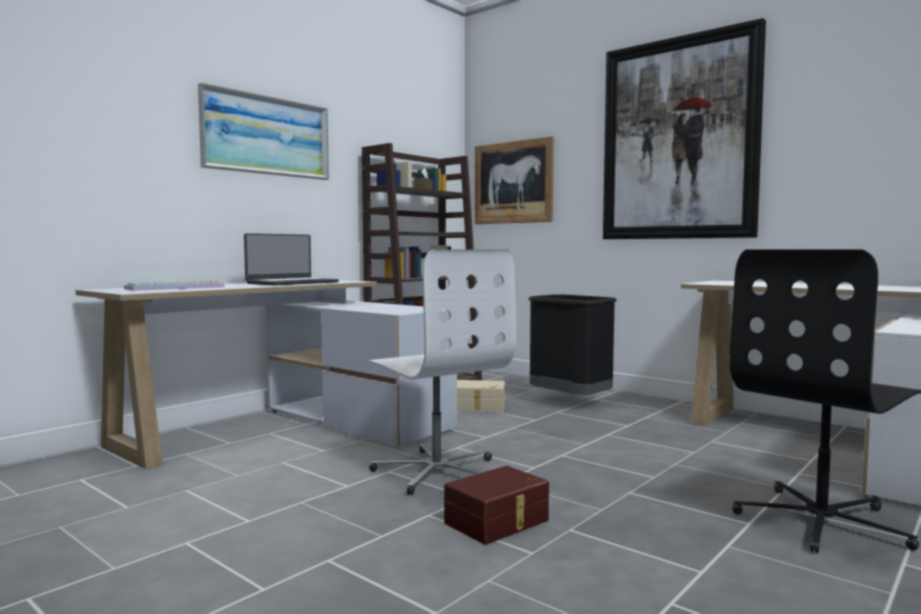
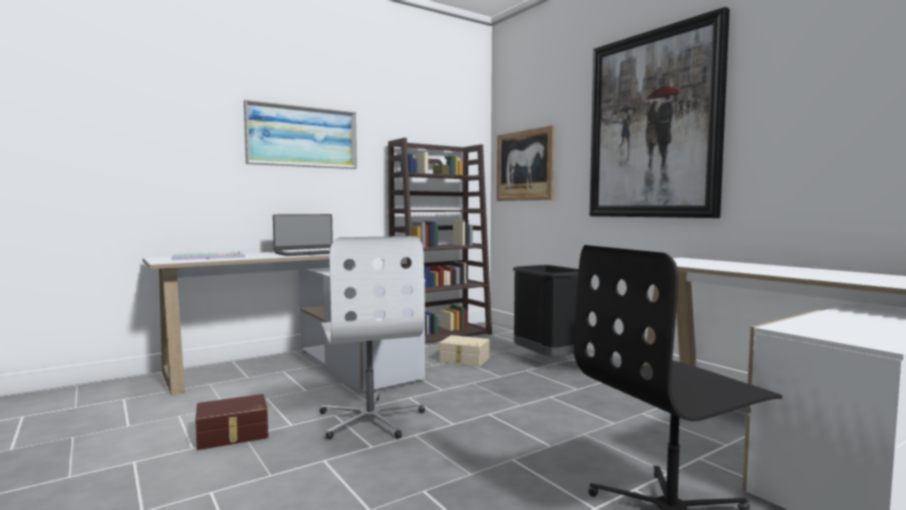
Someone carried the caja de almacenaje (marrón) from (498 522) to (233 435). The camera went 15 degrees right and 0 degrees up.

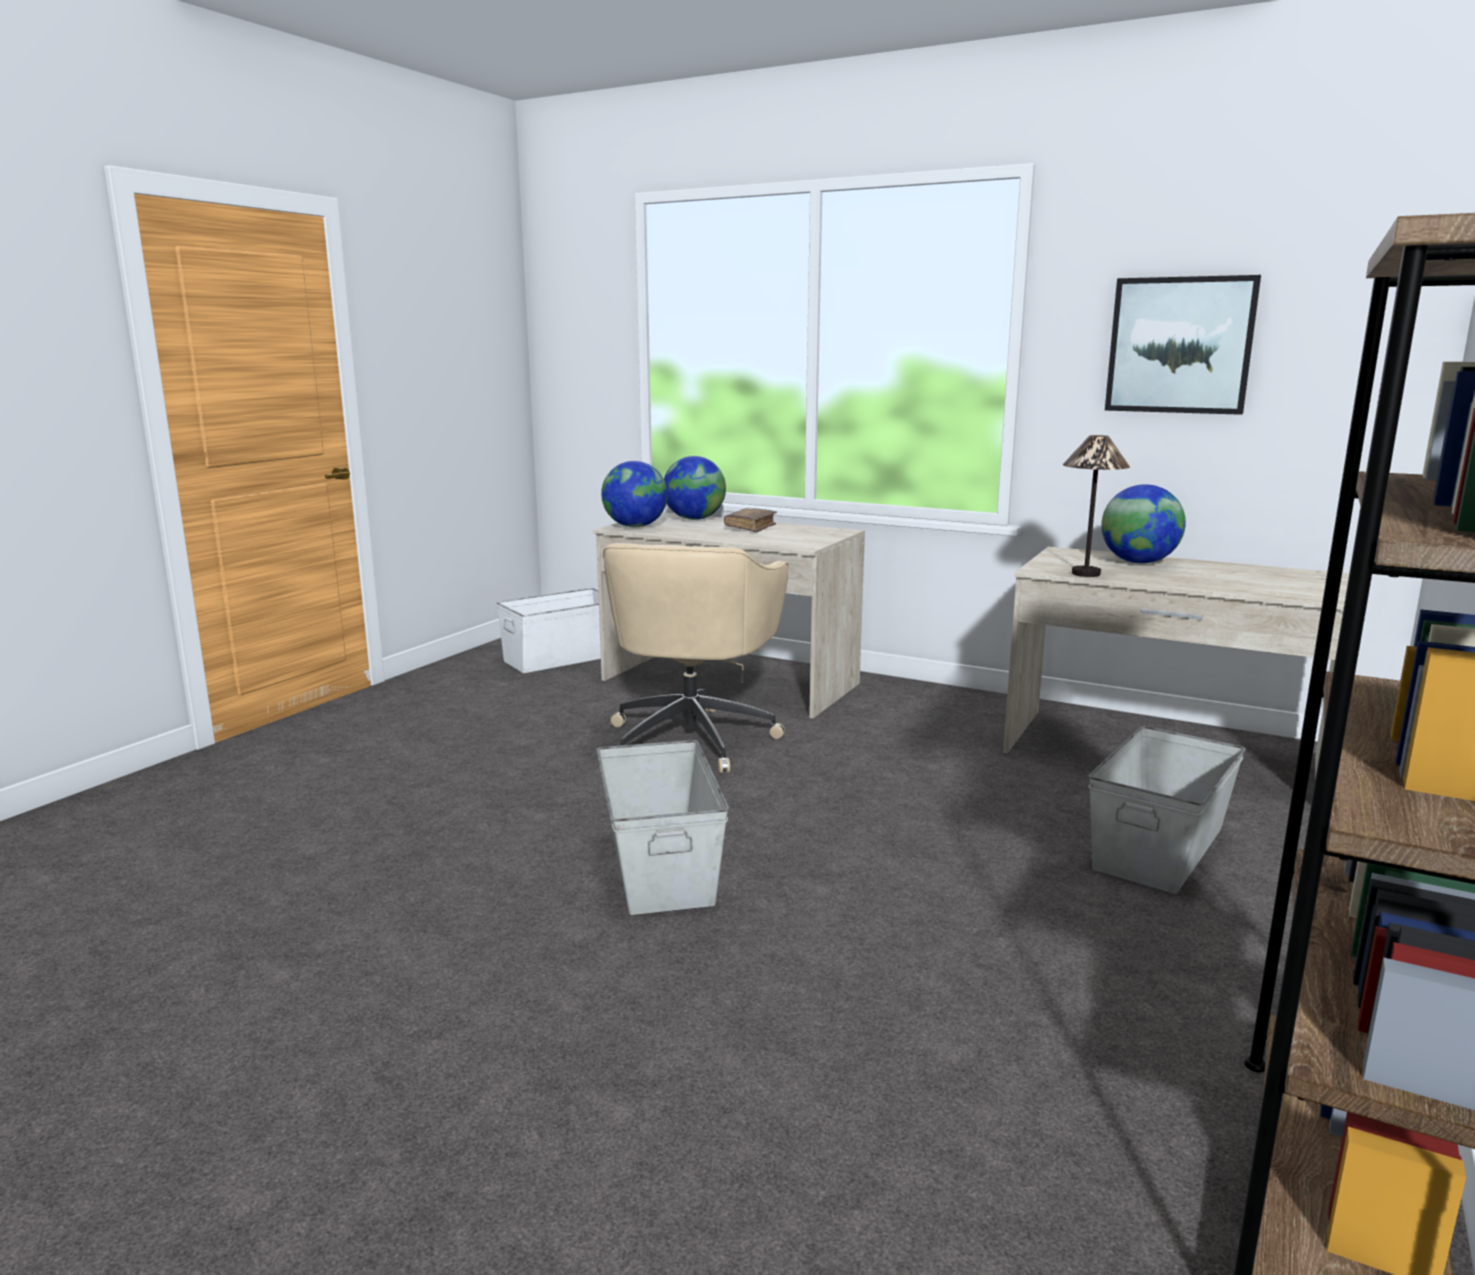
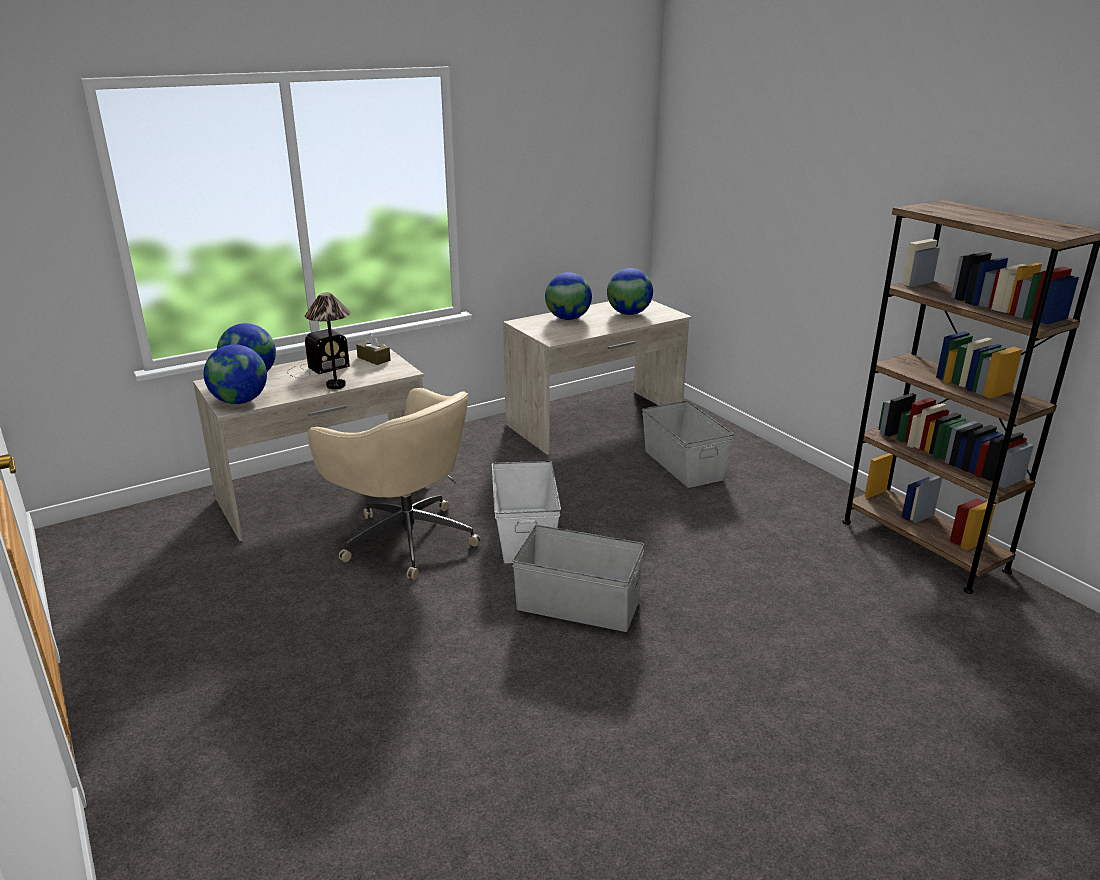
Someone took away the cuadro at (1180 345). Someone put down the caja de pañuelos (marrón) at (374 359). Someone put down the globo terráqueo at (629 313). Someone carried the caja de almacenaje (blanco) from (563 658) to (526 534). Someone carried the lámpara de mesa from (1085 574) to (335 385). Someone swapped the libro (marrón) at (750 527) for the radio at (315 369). The camera went 60 degrees left and 10 degrees up.

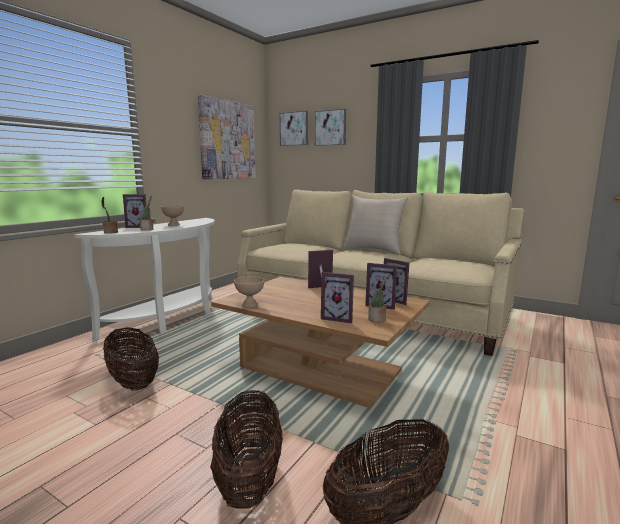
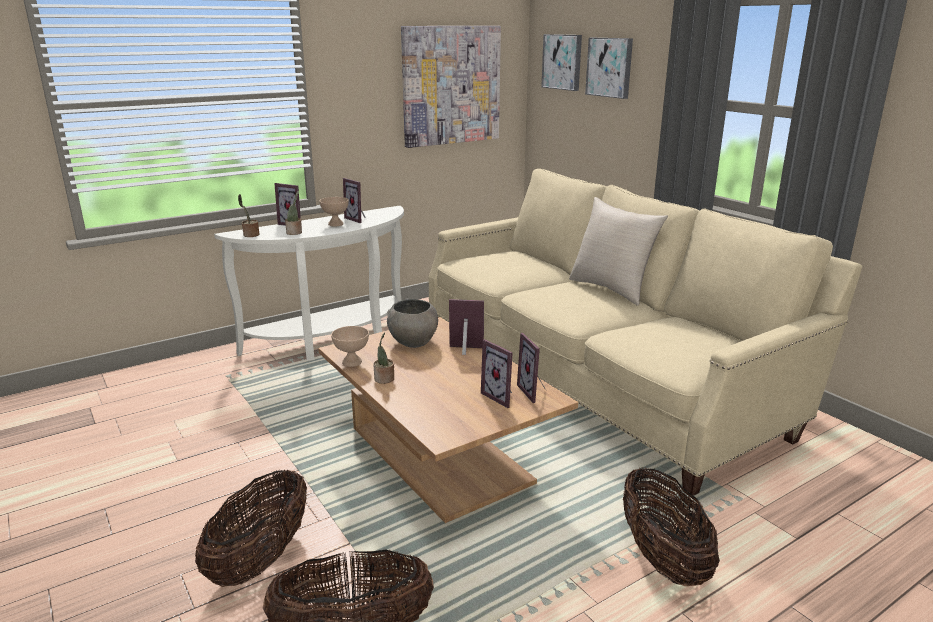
Someone put down the cuenco (gris) at (413 342). Someone carried the cesta from (133 382) to (662 558). Someone carried the portarretratos from (338 318) to (358 219). Someone carried the planta en maceta from (377 319) to (384 379). The camera went 25 degrees right and 10 degrees up.

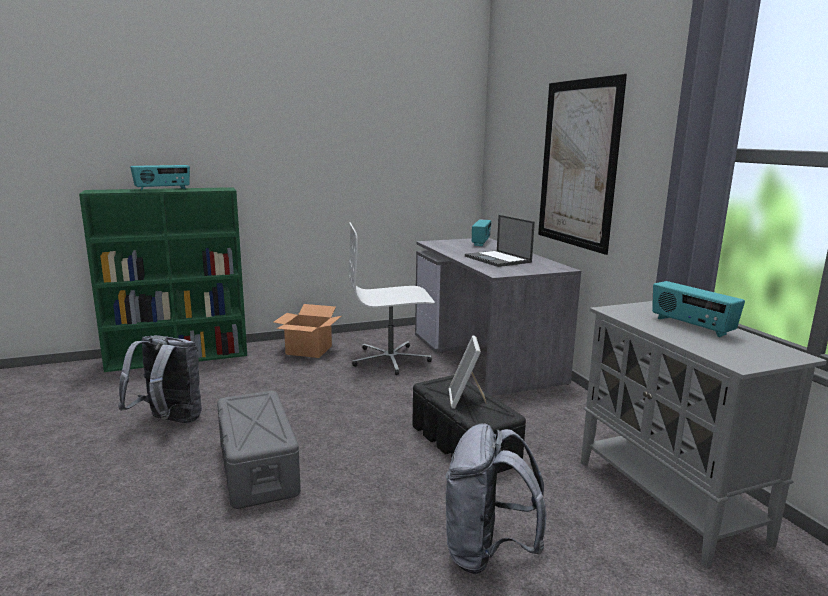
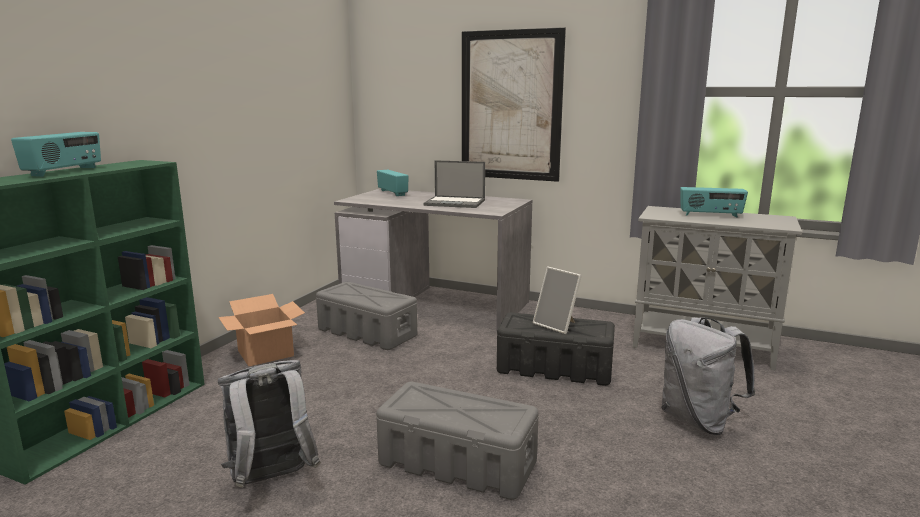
Someone swapped the silla de oficina (blanco) at (391 359) for the caja de almacenaje (gris) at (366 332). The camera went 45 degrees left and 0 degrees up.

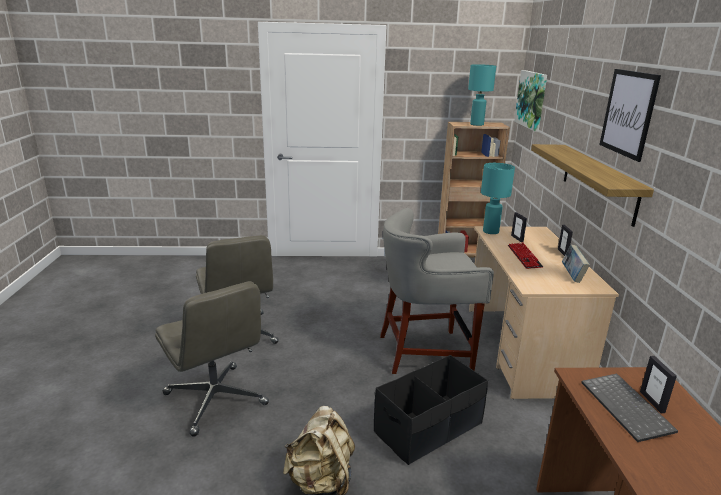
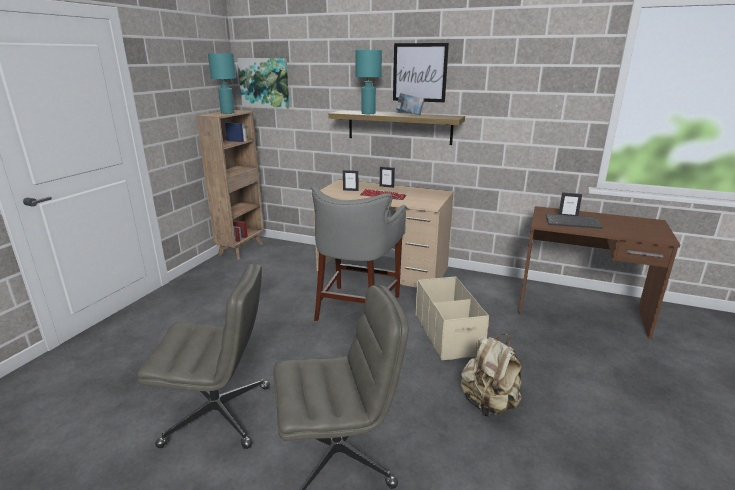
Someone carried the lámpara de mesa (turquesa) from (491 231) to (368 113). Someone carried the libro from (572 276) to (409 114). Someone repainted the caja de almacenaje (negro) at (429 428), which became the caja de almacenaje (beis) at (448 334). The camera went 65 degrees left and 0 degrees up.

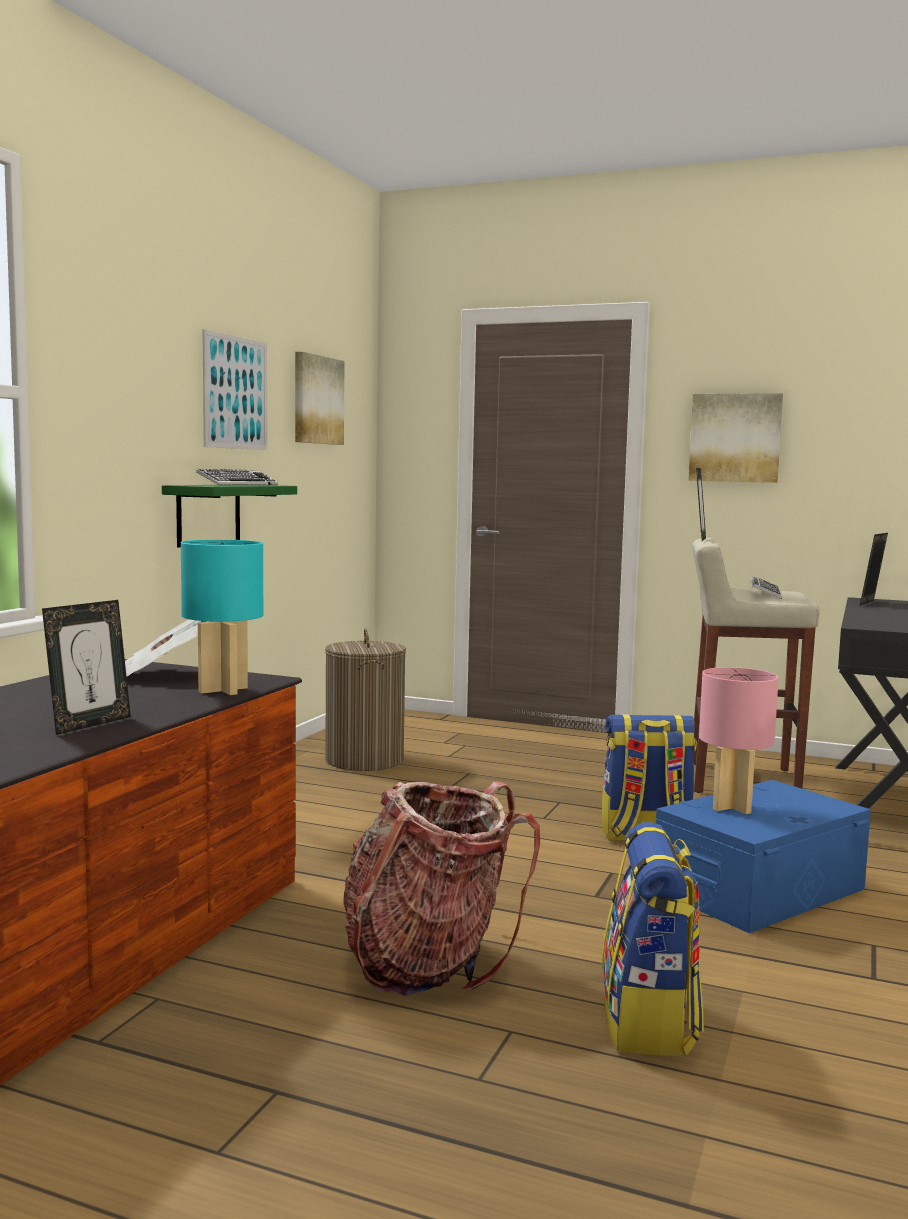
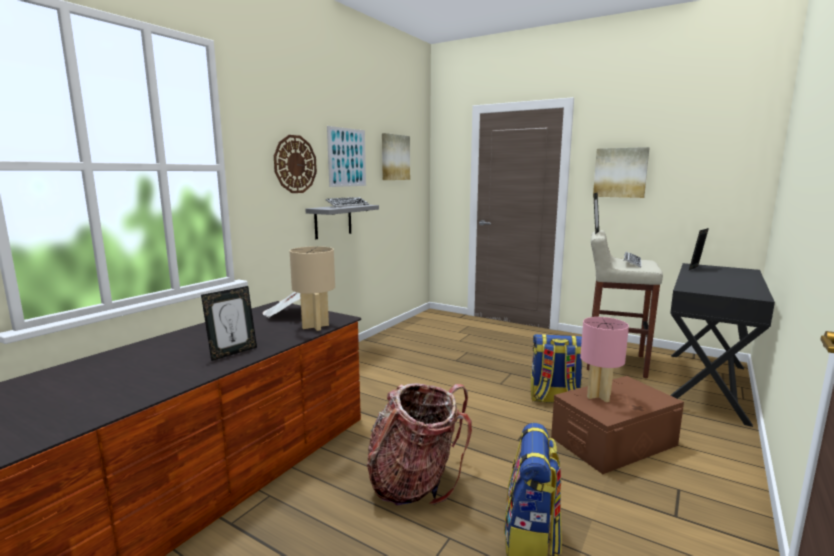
Someone took away the cesto de la ropa at (364 760). Someone put up the reloj de pared at (295 164). Someone repainted the estante (verde) at (208 514), which became the estante (gris) at (333 221). Someone repainted the lámpara de mesa (turquesa) at (222 690), which became the lámpara de mesa (beis) at (315 326). Someone repainted the caja de almacenaje (azul) at (759 889), which became the caja de almacenaje (marrón) at (613 441). The camera went 10 degrees right and 5 degrees up.

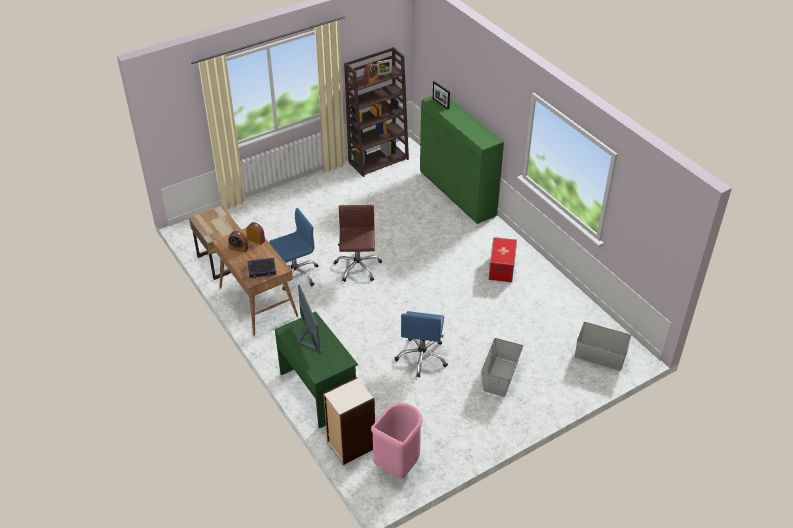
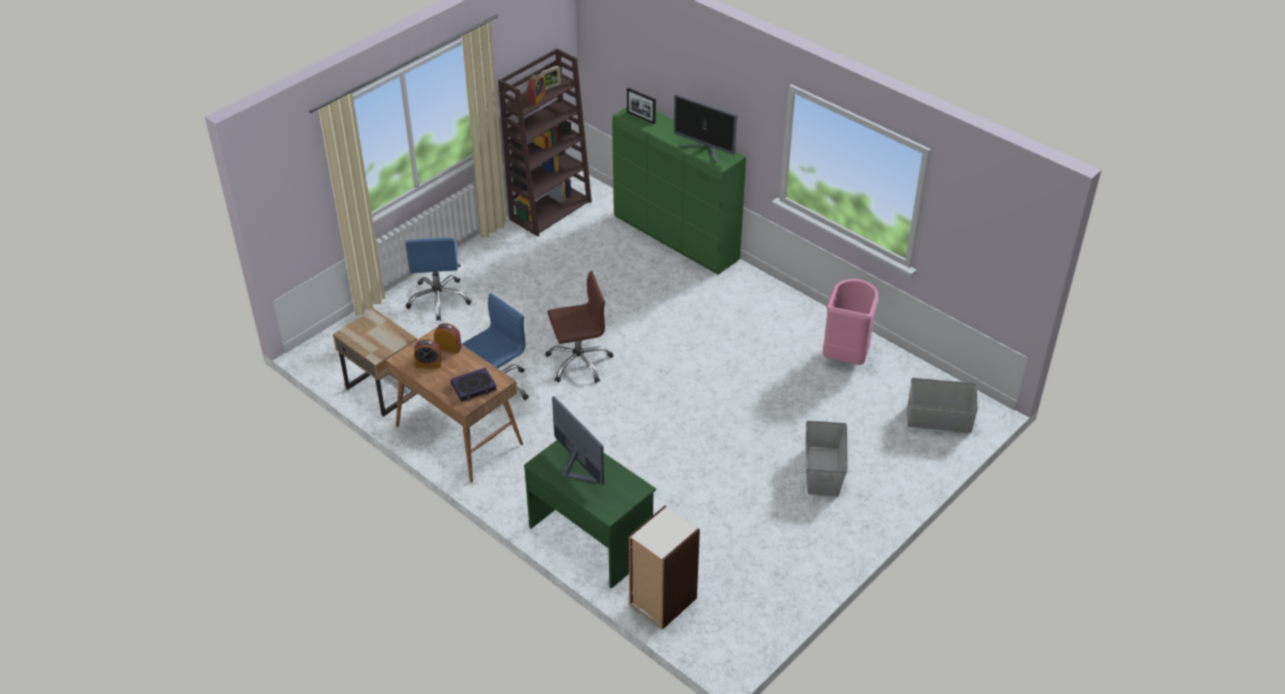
Someone took away the caja de almacenaje at (502 268). Someone put down the monitor at (705 150). Someone carried the papelera (rosa) from (398 464) to (845 356). Someone carried the silla de oficina (azul) from (422 357) to (439 299). Someone rotated the silla de oficina (marrón) at (357 267) by 90 degrees clockwise. The camera went 15 degrees left and 0 degrees up.

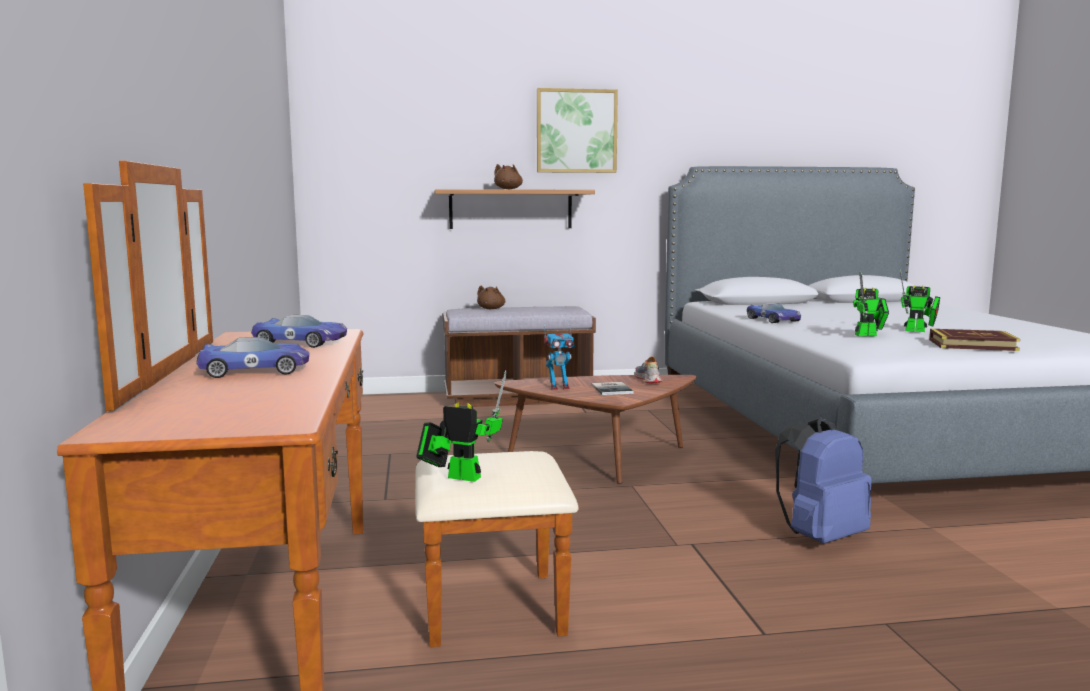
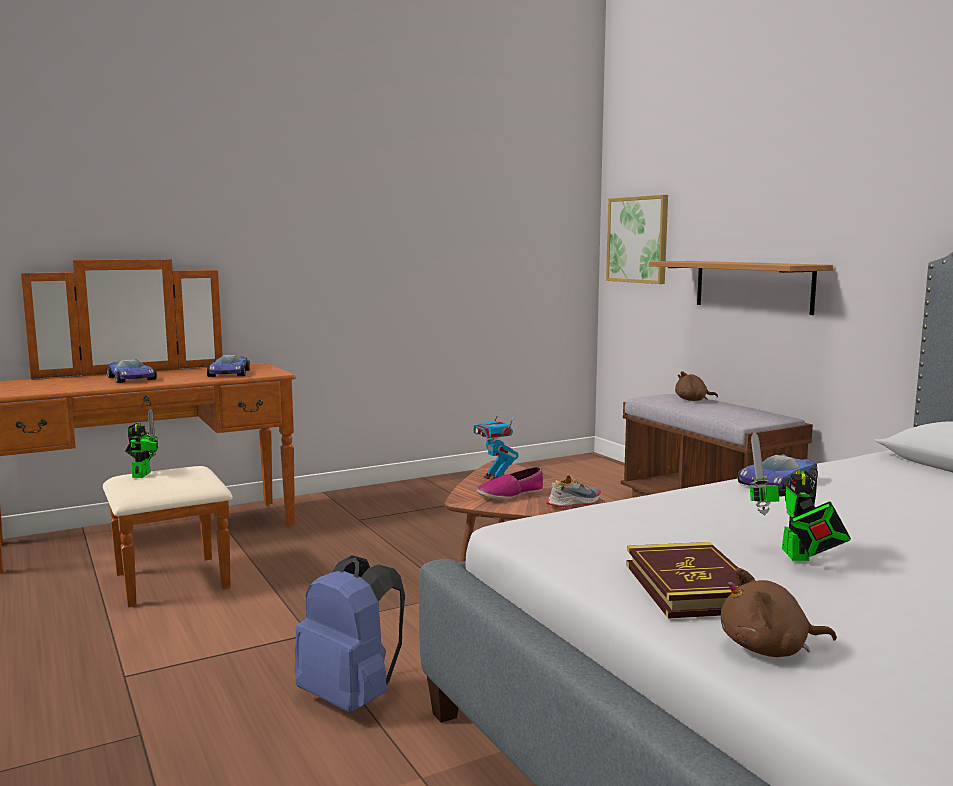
Someone took away the robot de juguete at (869 335). Someone carried the peluche (marrón) from (508 189) to (769 649). Someone carried the cuadro from (576 131) to (638 239). Someone swapped the libro at (613 389) for the zapato at (510 495). The camera went 70 degrees right and 0 degrees up.

